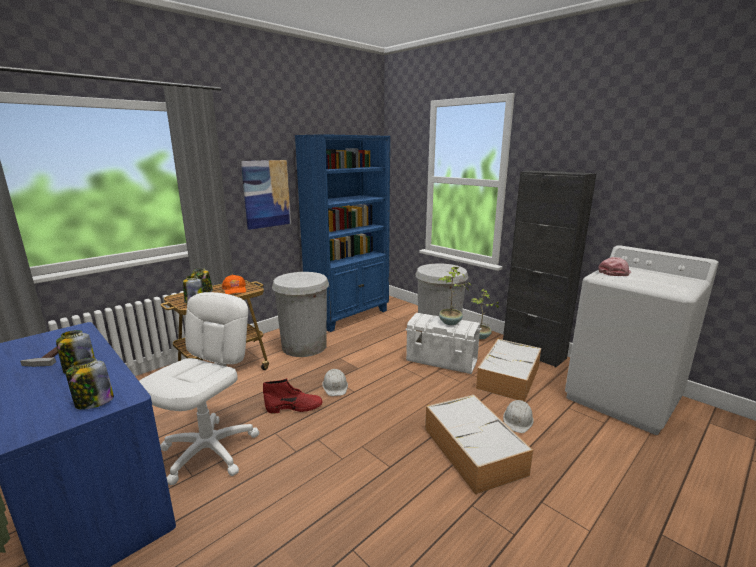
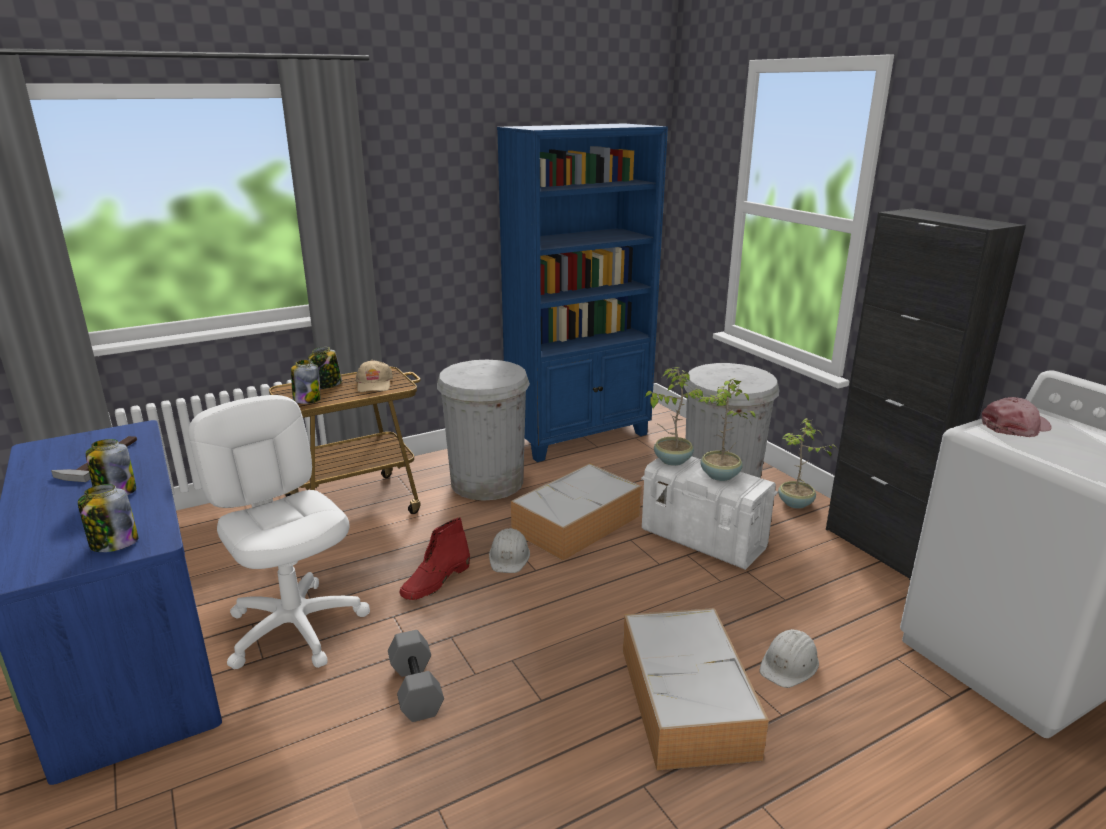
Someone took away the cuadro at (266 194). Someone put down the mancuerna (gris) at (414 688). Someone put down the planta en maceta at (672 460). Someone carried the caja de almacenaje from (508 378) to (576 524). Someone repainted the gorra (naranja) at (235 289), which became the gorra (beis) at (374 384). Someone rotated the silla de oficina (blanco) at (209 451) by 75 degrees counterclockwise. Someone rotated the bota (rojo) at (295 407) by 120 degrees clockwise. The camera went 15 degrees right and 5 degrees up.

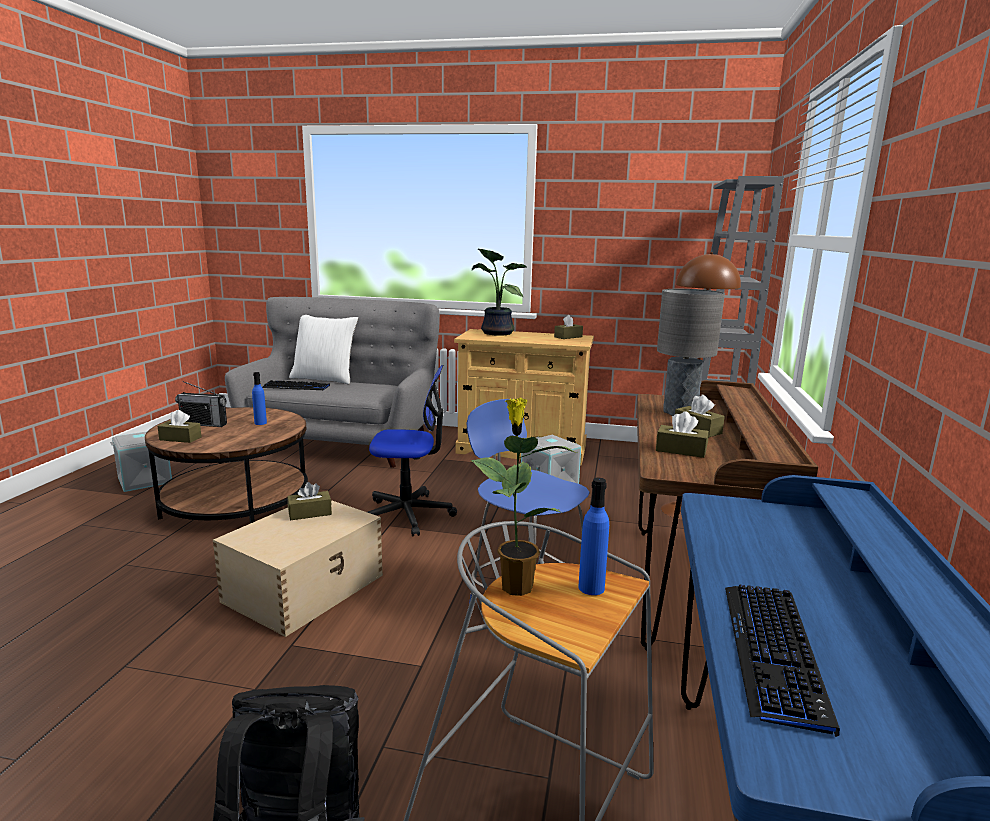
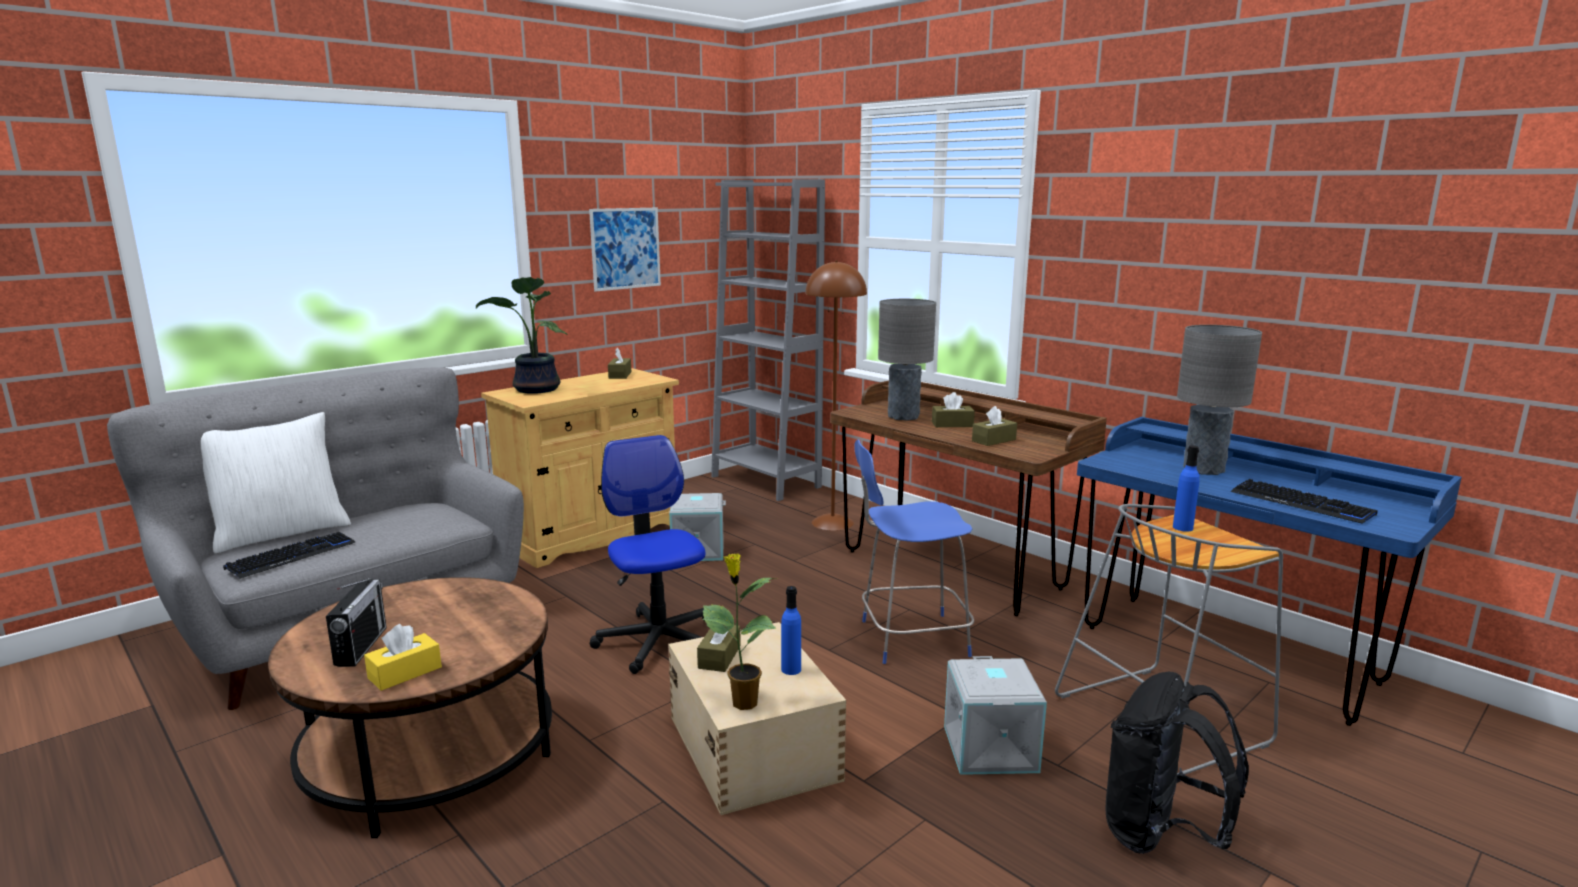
Someone put up the cuadro at (625 248). Someone put down the lámpara de mesa (gris) at (1203 469). Someone carried the caja de almacenaje (gris) from (144 480) to (992 749). Someone carried the botella (azul) from (260 423) to (791 669). Someone carried the planta en maceta from (515 585) to (742 702). Someone repainted the caja de pañuelos (marrón) at (180 438), which became the caja de pañuelos (amarillo) at (405 673). Someone rotated the radio at (204 424) by 45 degrees counterclockwise. Someone rotated the silla de oficina at (408 514) by 60 degrees counterclockwise. The camera went 55 degrees left and 0 degrees up.

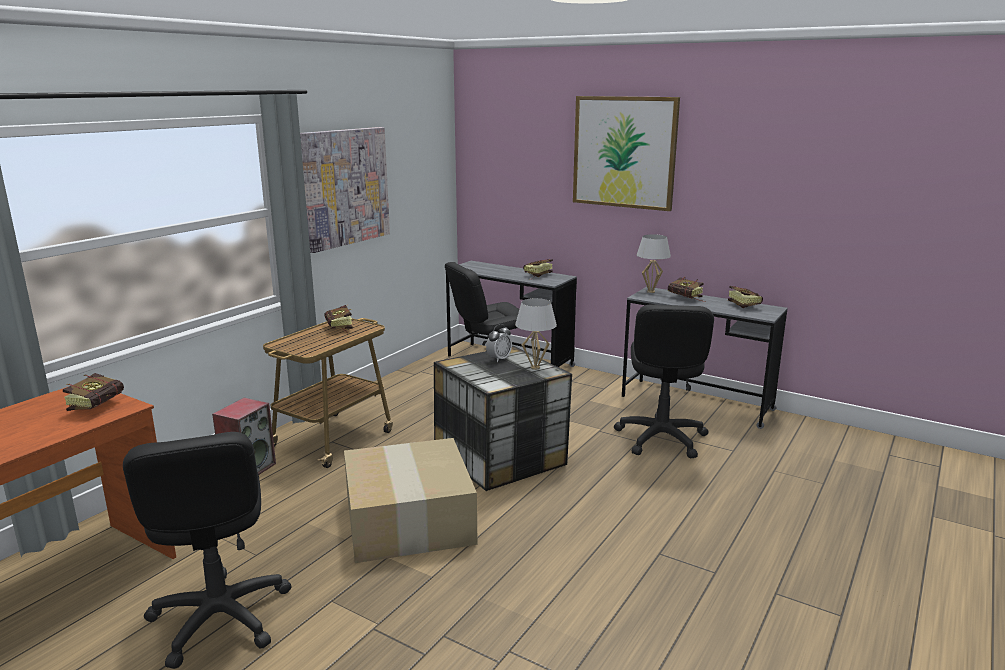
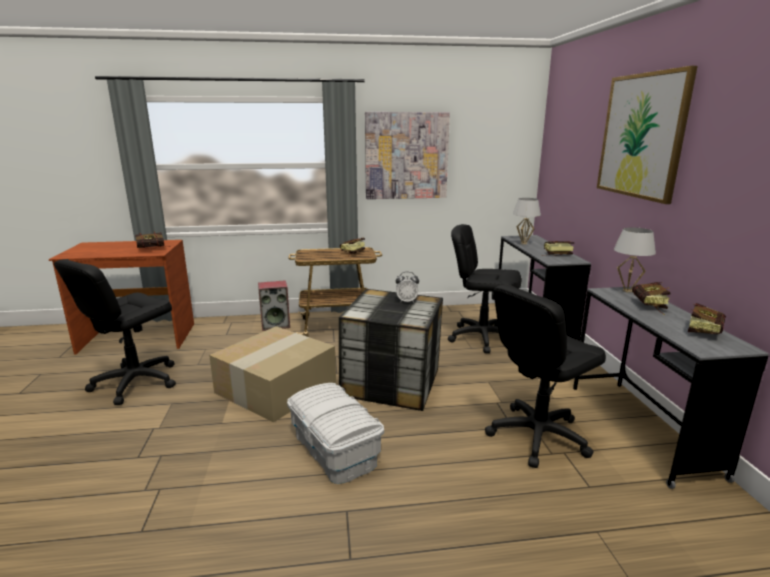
Someone put down the caja de almacenaje (blanco) at (335 449). Someone carried the lámpara de mesa (blanco) from (535 367) to (523 243). The camera went 50 degrees right and 0 degrees up.

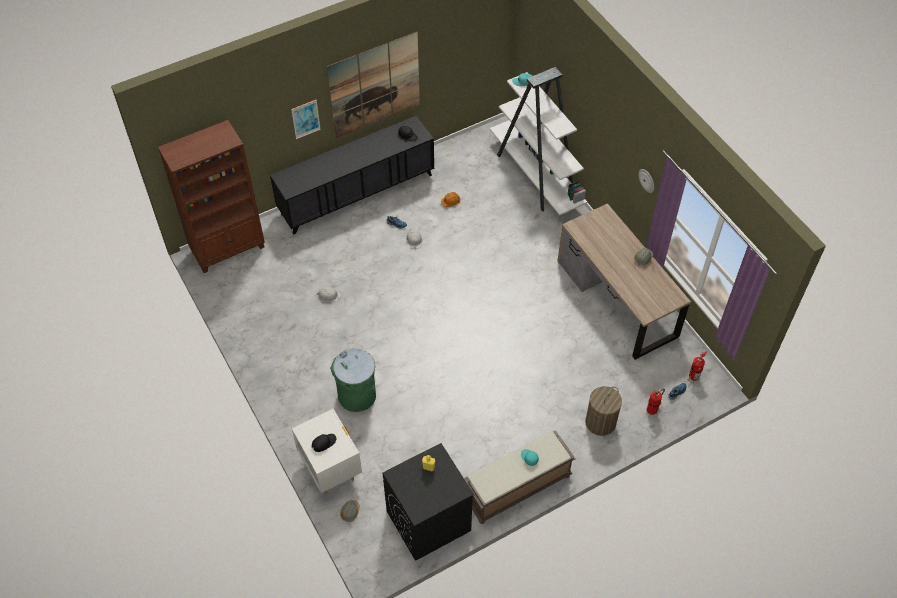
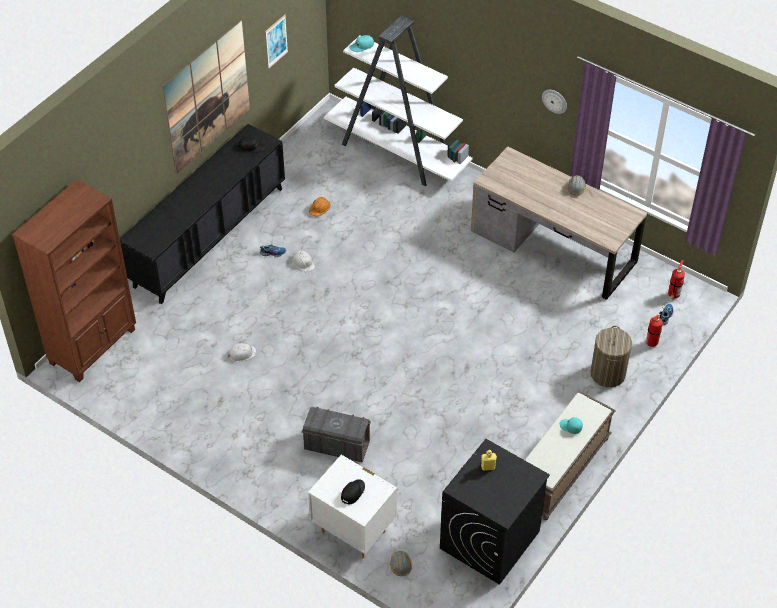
Someone carried the cuadro from (305 119) to (276 41). Someone swapped the papelera (verde) at (357 396) for the caja de almacenaje (gris) at (336 445). The camera went 25 degrees left and 5 degrees down.

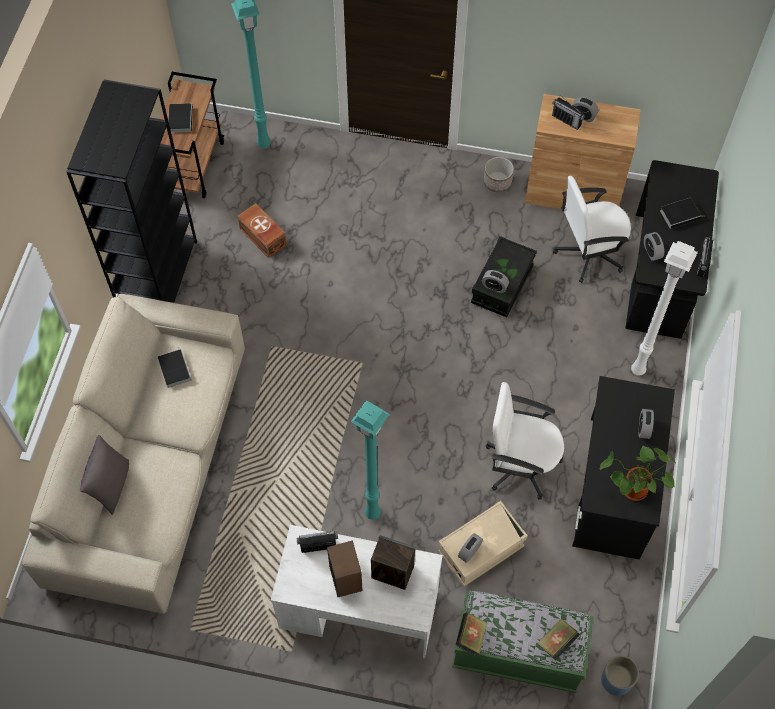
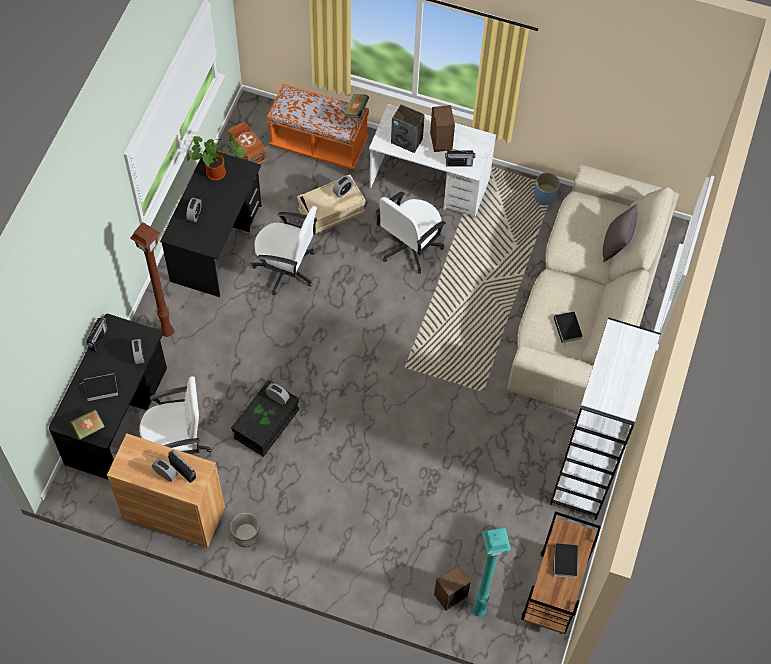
Someone put down the altavoz at (450 595). Someone carried the caja de almacenaje (marrón) from (263 238) to (247 150). Someone carried the libro from (556 642) to (88 428). Someone carried the maceta (azul) from (616 680) to (544 196). Someone swapped the lámpara de pie (turquesa) at (374 513) for the silla de oficina (blanco) at (410 247). Someone repainted the estantería (negro) at (158 277), which became the estantería (blanco) at (585 471). Someone repainted the banco (verde) at (517 653), which became the banco (naranja) at (319 144). Someone repainted the lámpara de pie (blanco) at (638 371), which became the lámpara de pie (marrón) at (167 331). The camera went 175 degrees left and 0 degrees up.

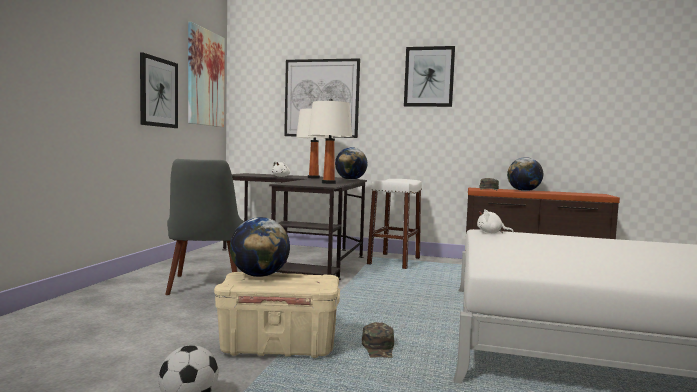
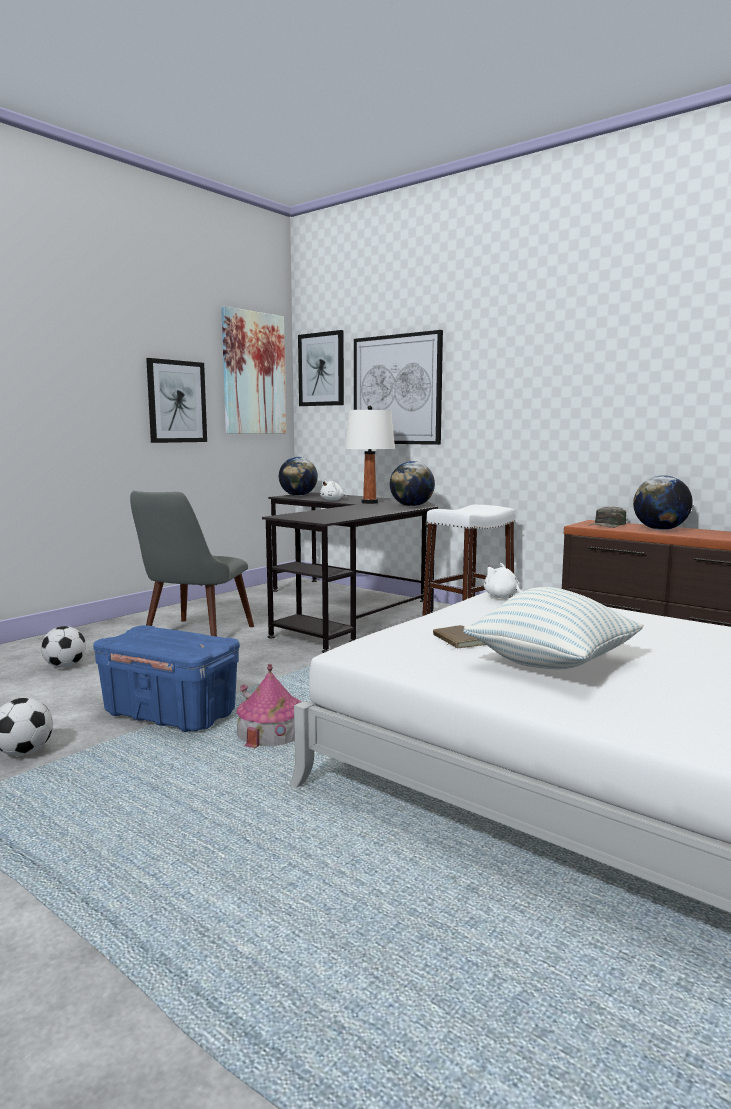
Someone took away the lámpara de mesa (blanco) at (329 183). Someone put down the balón de fútbol at (65 666). Someone put down the libro (marrón) at (457 640). Someone put down the cojín at (552 664). Someone carried the globo terráqueo from (259 275) to (298 495). Someone carried the cuadro from (429 77) to (321 369). Someone swapped the gorra (verde) at (379 348) for the casita at (271 732). Someone repainted the caja de almacenaje (beis) at (277 347), which became the caja de almacenaje (azul) at (169 714). The camera went 25 degrees right and 5 degrees up.

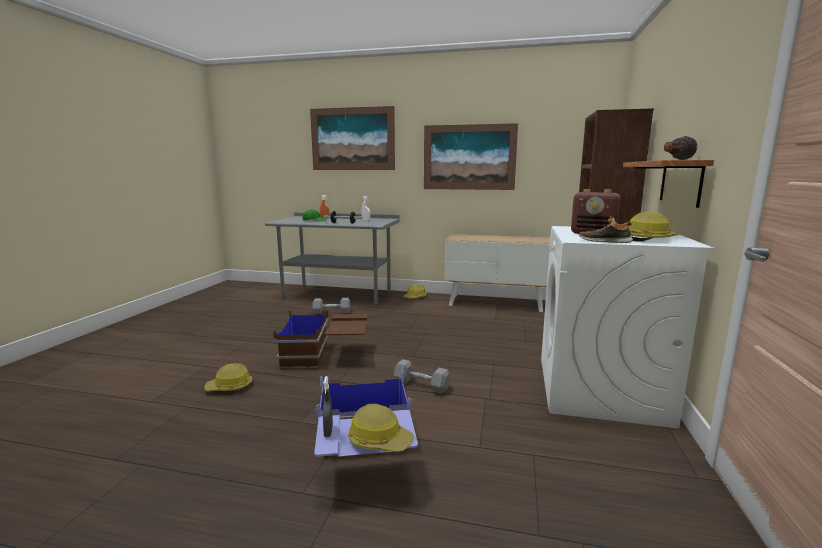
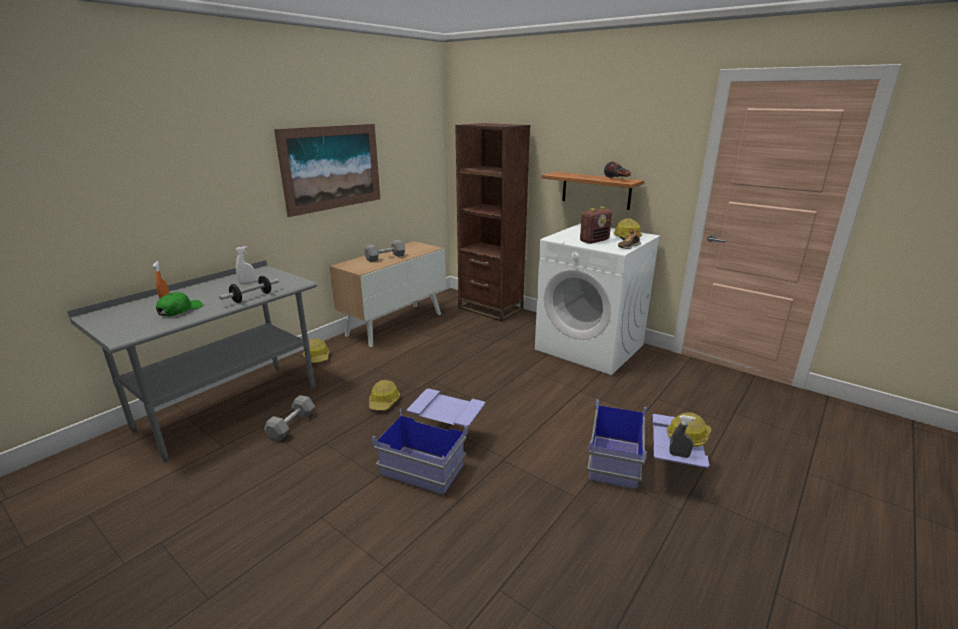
Someone took away the cuadro at (352 139). Someone carried the casco from (230 387) to (384 402). Someone carried the mancuerna (gris) from (421 385) to (385 257). Someone repainted the caja de almacenaje (marrón) at (326 356), which became the caja de almacenaje (azul) at (435 455). The camera went 65 degrees left and 10 degrees up.

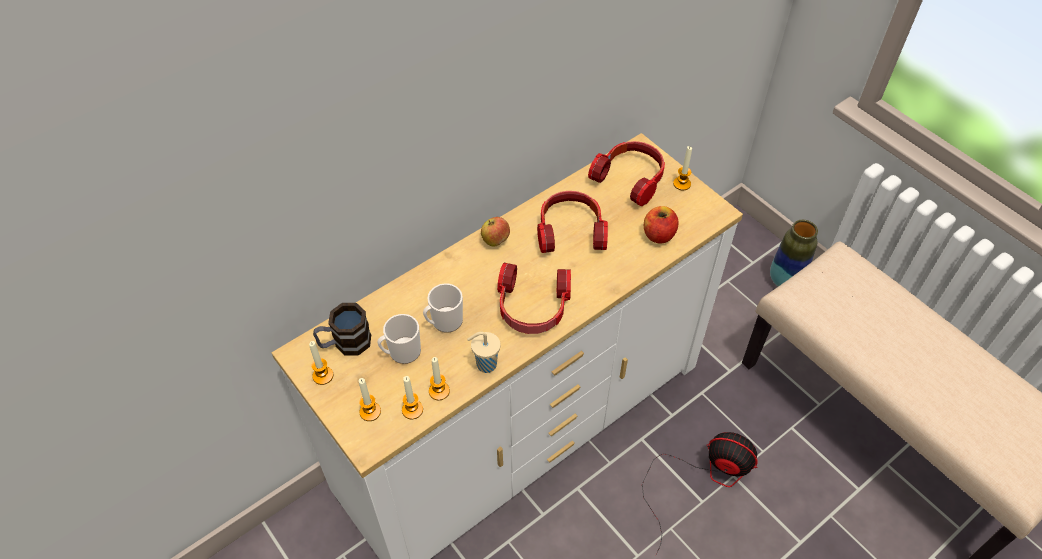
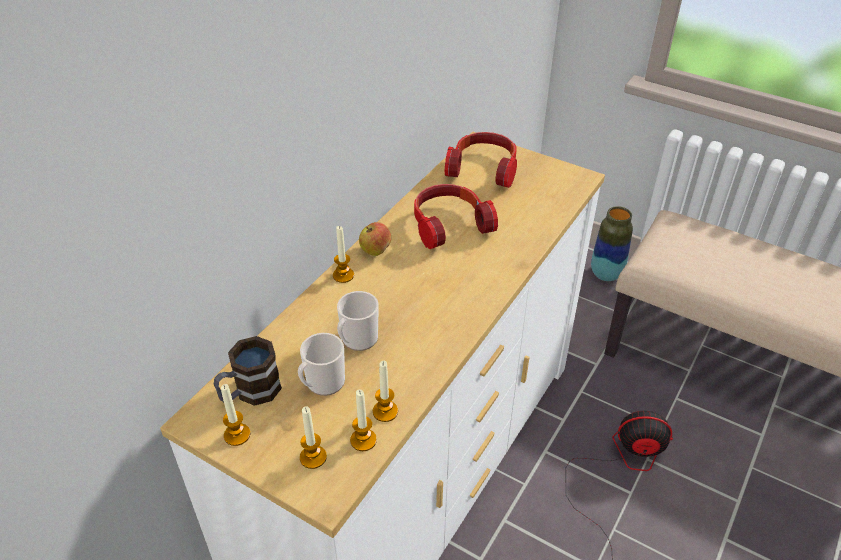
Someone took away the taza (beis) at (485 365). Someone took away the auriculares at (532 308). Someone took away the manzana at (658 235). Someone carried the vela from (682 184) to (343 275). The camera went 20 degrees left and 10 degrees down.

